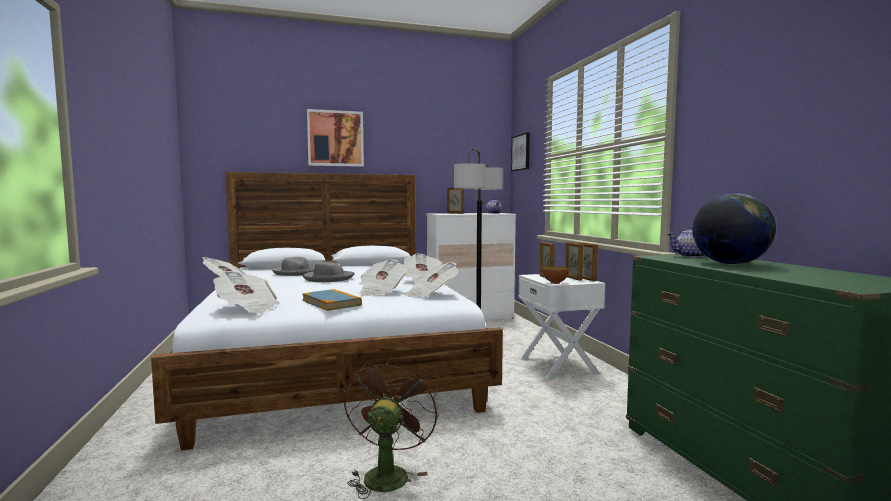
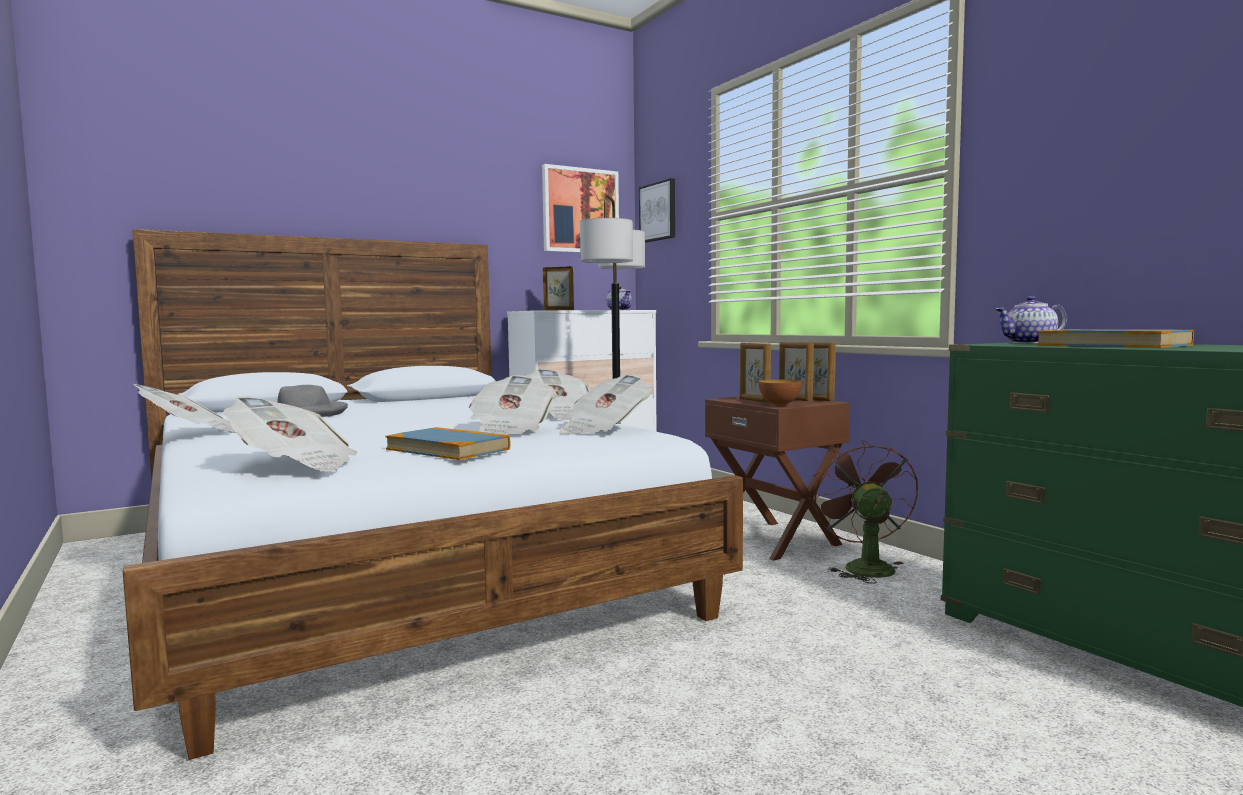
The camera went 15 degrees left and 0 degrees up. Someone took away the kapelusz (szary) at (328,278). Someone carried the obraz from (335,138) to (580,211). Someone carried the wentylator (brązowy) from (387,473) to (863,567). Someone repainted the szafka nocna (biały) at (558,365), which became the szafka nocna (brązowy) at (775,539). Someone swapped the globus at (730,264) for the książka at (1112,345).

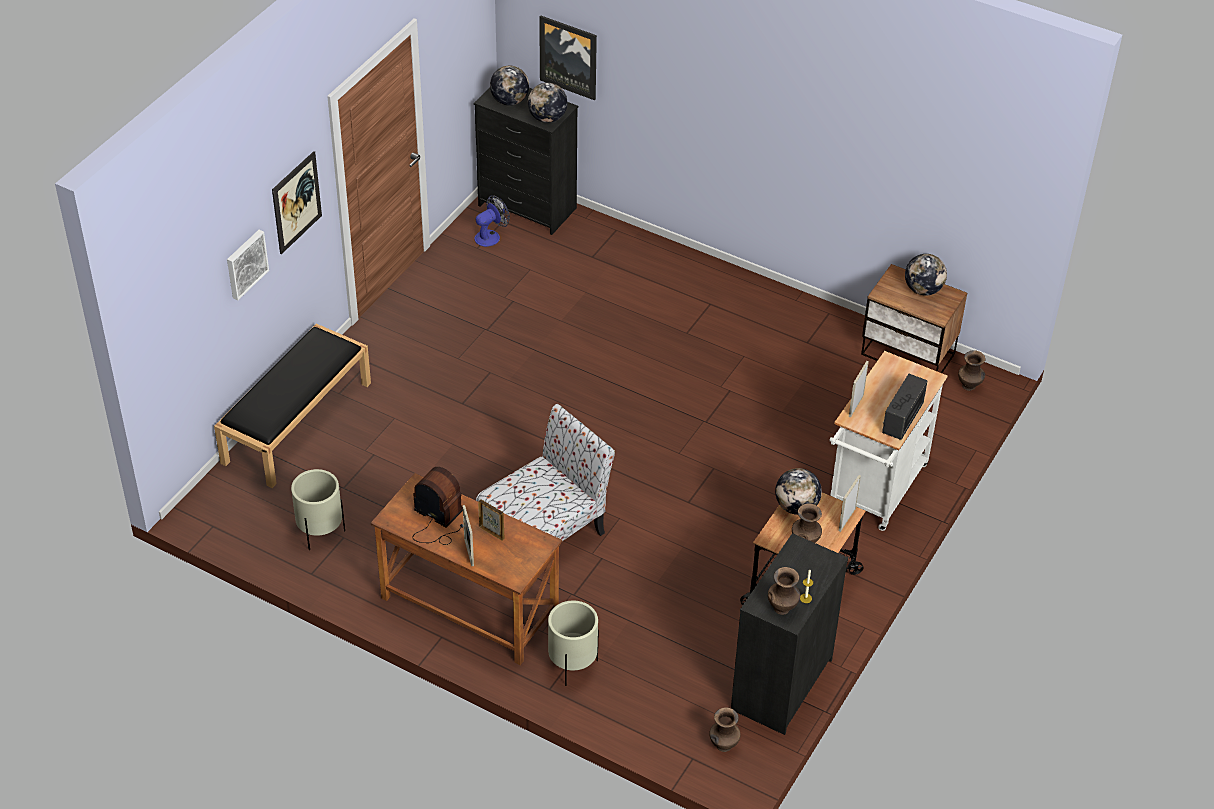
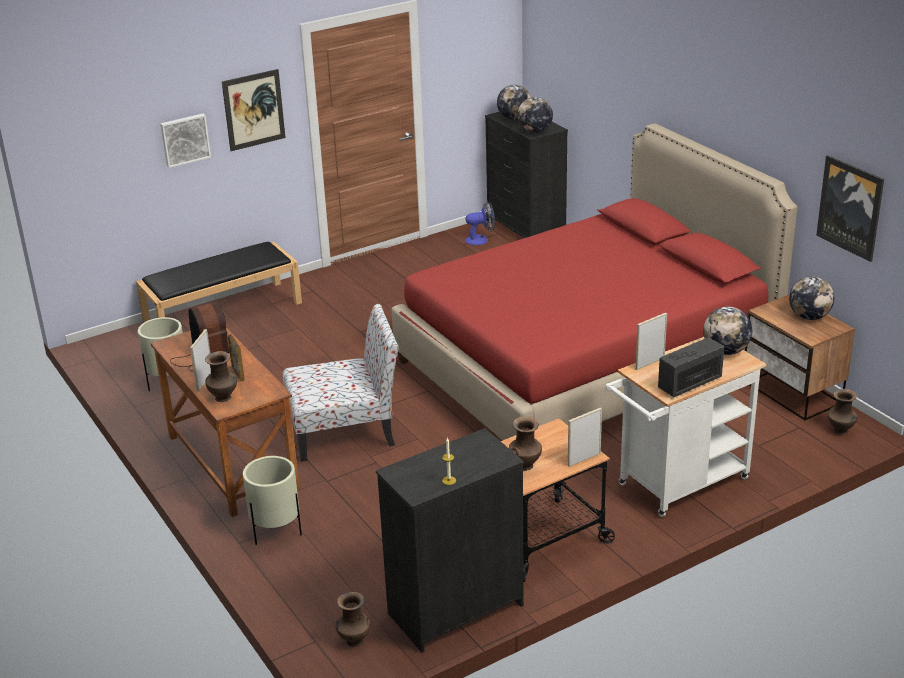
The camera went 30 degrees right and 15 degrees down. Someone carried the obraz from (568,56) to (850,207). Someone carried the wazon (brązowy) from (782,608) to (224,398). Someone carried the globus from (796,506) to (726,351). Someone put down the łóżko (czerwony) at (585,362).

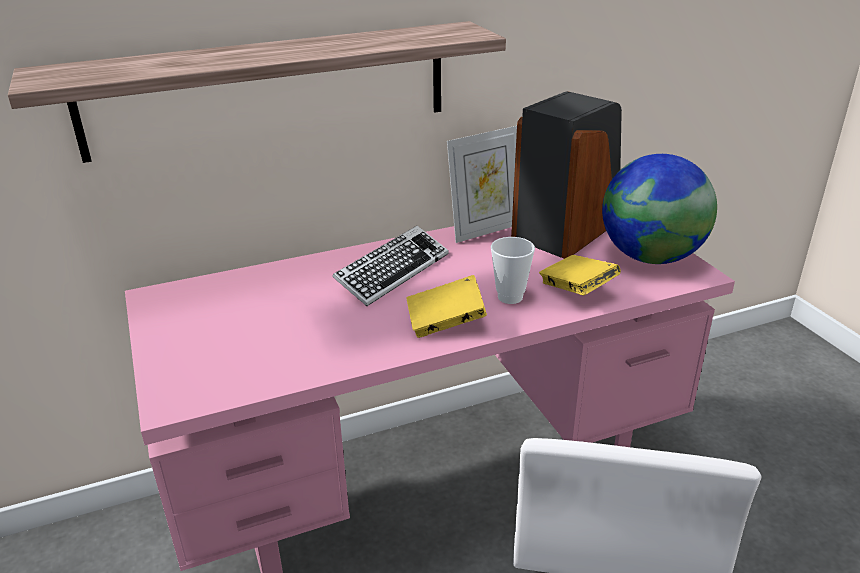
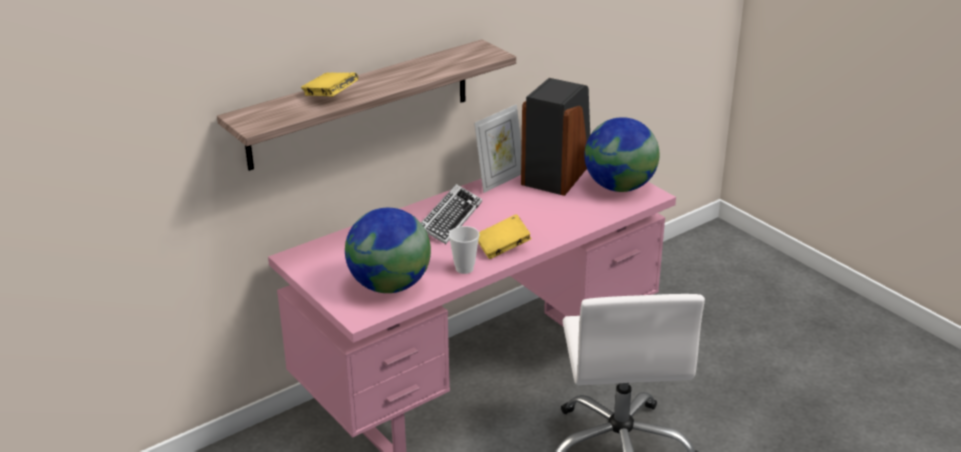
The camera went 15 degrees left and 0 degrees up. Someone carried the filiżanka from (510,297) to (464,268). Someone carried the książka (żółty) from (577,290) to (330,97). Someone put down the globus at (389,285).

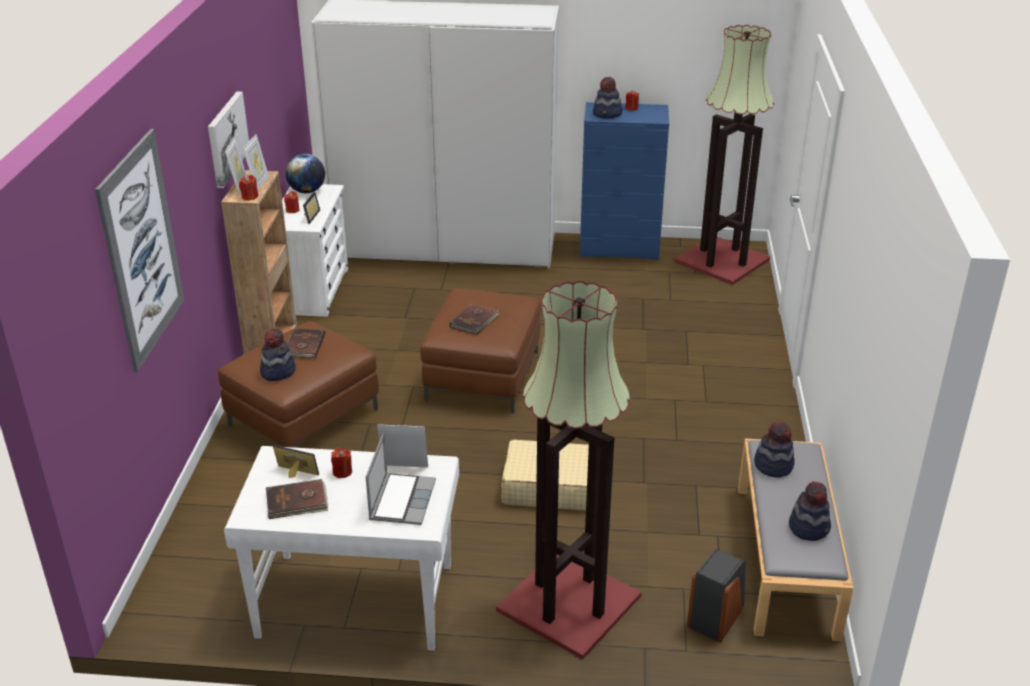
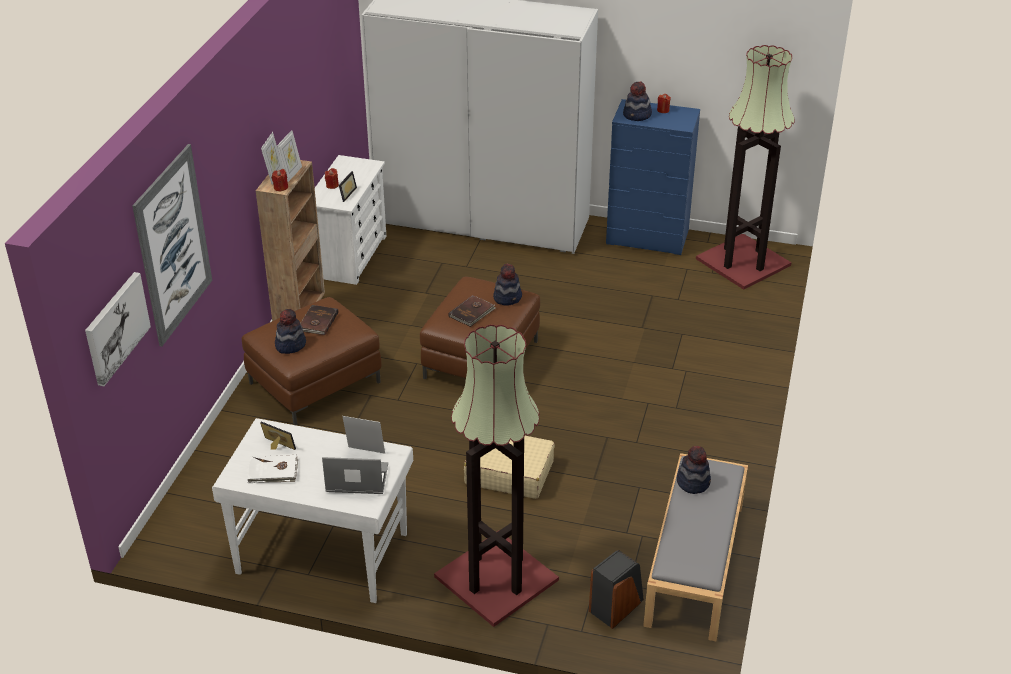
The camera went 10 degrees right and 5 degrees up. Someone carried the obraz from (226,138) to (116,328). Someone repainted the książka (brązowy) at (297,502), which became the książka (biały) at (273,471). Someone took away the globus at (307,191). Someone took away the świeca (czerwony) at (342,472). Someone rotated the laptop at (401,500) by 105 degrees counterclockwise. Someone carried the kapelusz from (809,527) to (508,297).

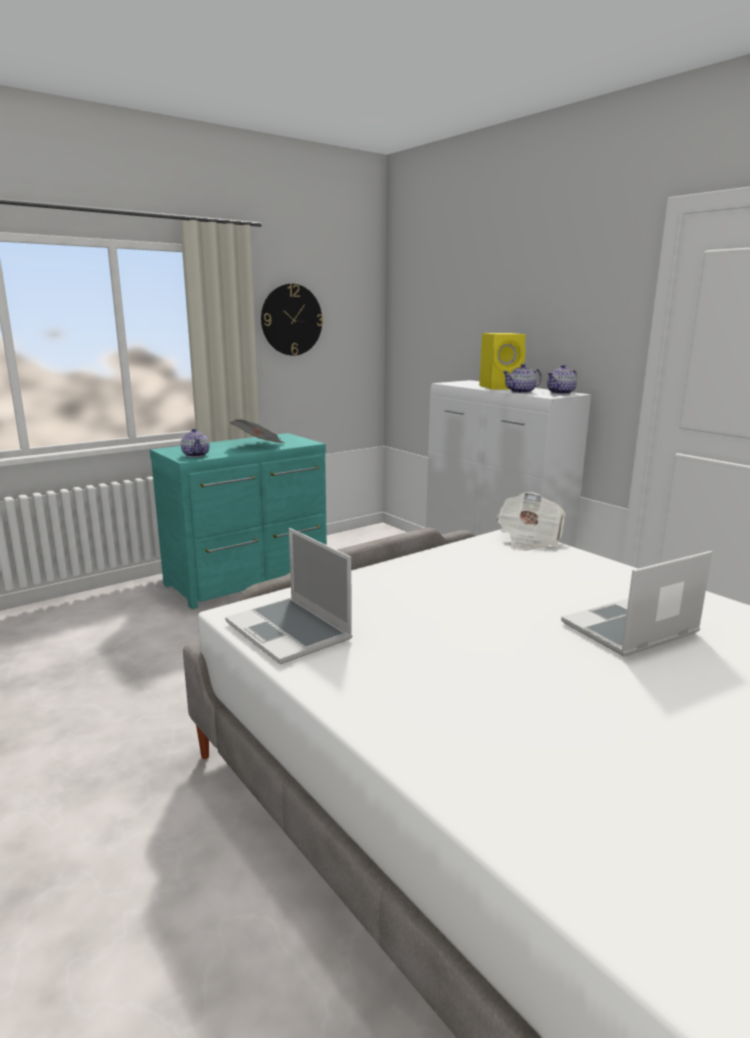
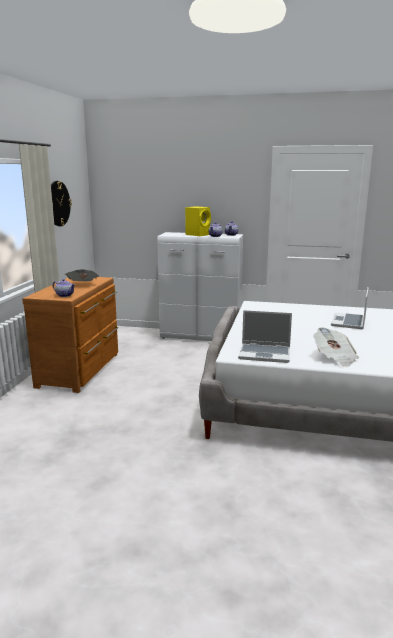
The camera went 40 degrees left and 0 degrees up. Someone repainted the komoda (turkusowy) at (250,579), which became the komoda (brązowy) at (81,370). Someone carried the gazeta from (528,540) to (335,358).

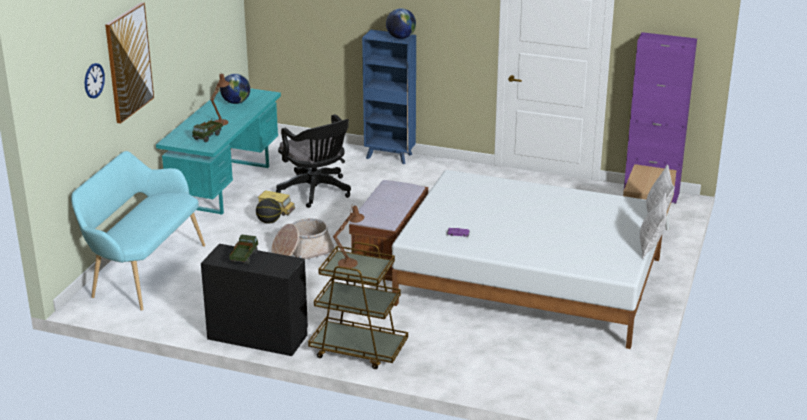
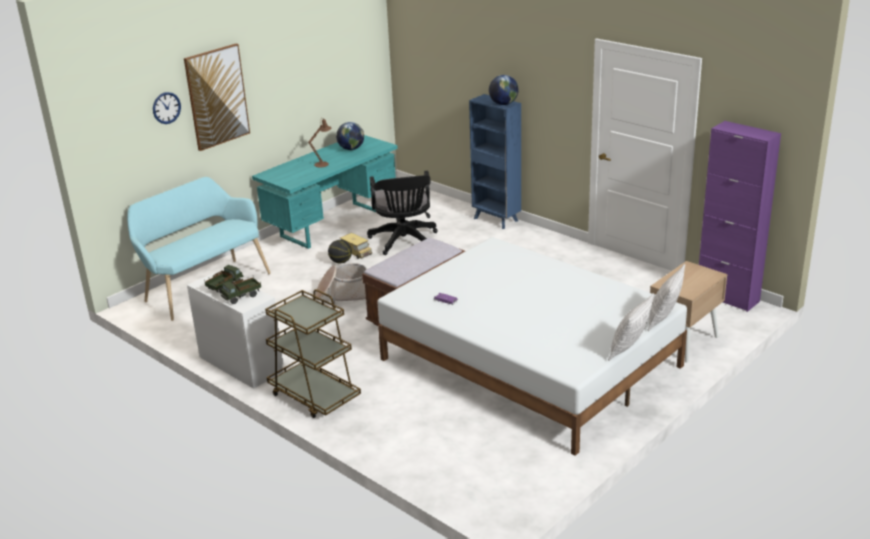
The camera went 25 degrees right and 0 degrees up. Someone carried the ciężarówka zabawkowa from (208,137) to (242,297). Someone repainted the komoda (czarny) at (257,336), which became the komoda (biały) at (241,363). Someone took away the lampa stołowa (brązowy) at (350,262).

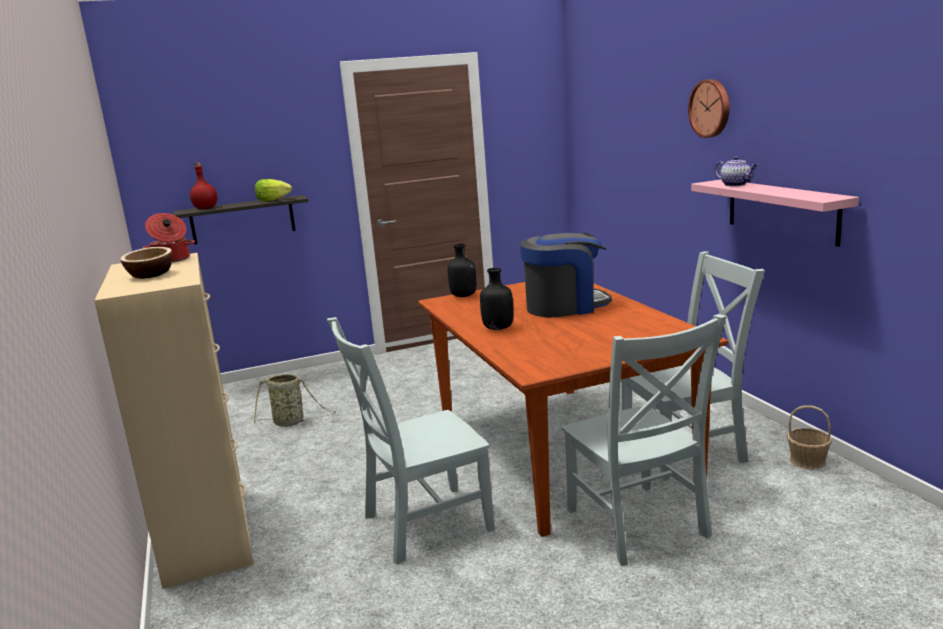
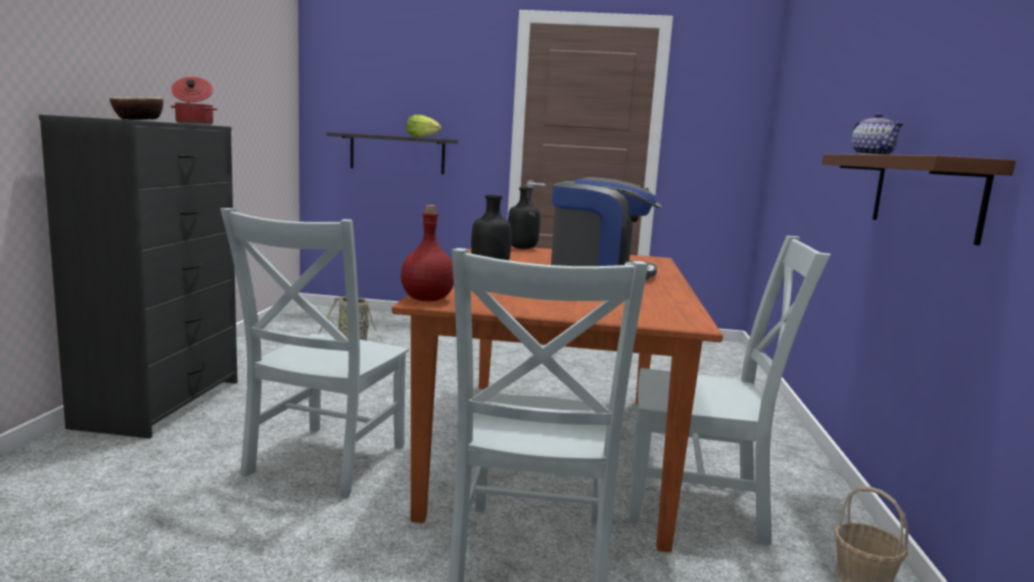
The camera went 25 degrees right and 5 degrees down. Someone repainted the komoda (beżowy) at (207,534), which became the komoda (czarny) at (161,403). Someone carried the butelka (czerwony) from (206,208) to (428,299). Someone rotated the krzesło (szary) at (421,524) by 75 degrees counterclockwise. Someone took away the zegar ścienny at (711,108). Someone repainted the półka (różowy) at (781,210), which became the półka (brązowy) at (925,194).

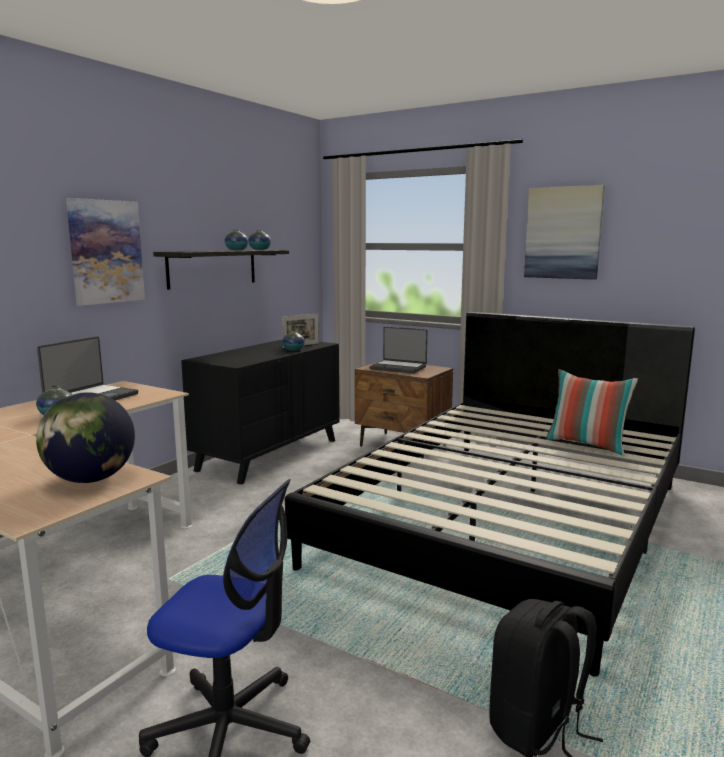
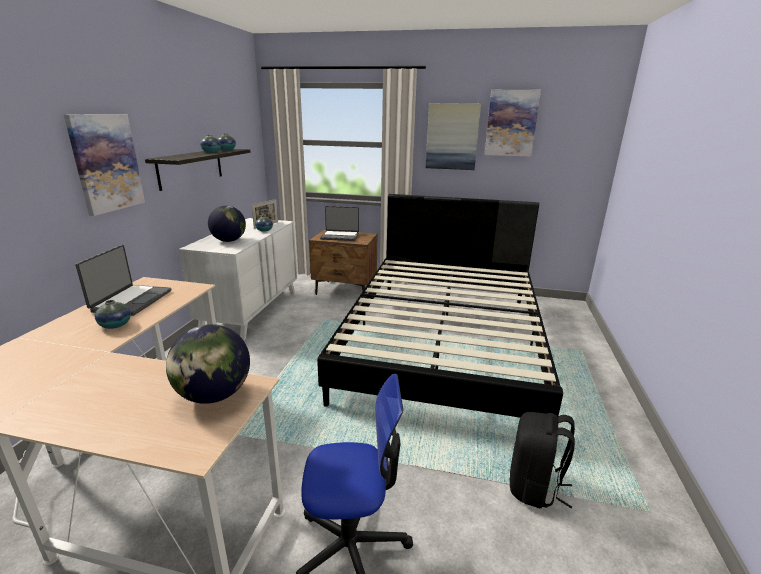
The camera went 20 degrees left and 10 degrees up. Someone repainted the komoda (czarny) at (269,454), which became the komoda (biały) at (251,310). Someone took away the poduszka at (587,445). Someone put down the globus at (229,241). Someone put up the obraz at (511,123).

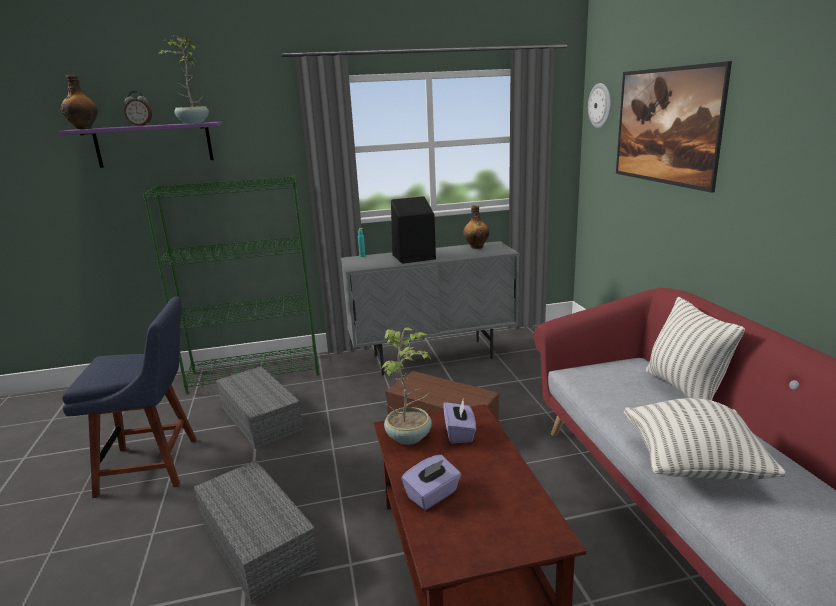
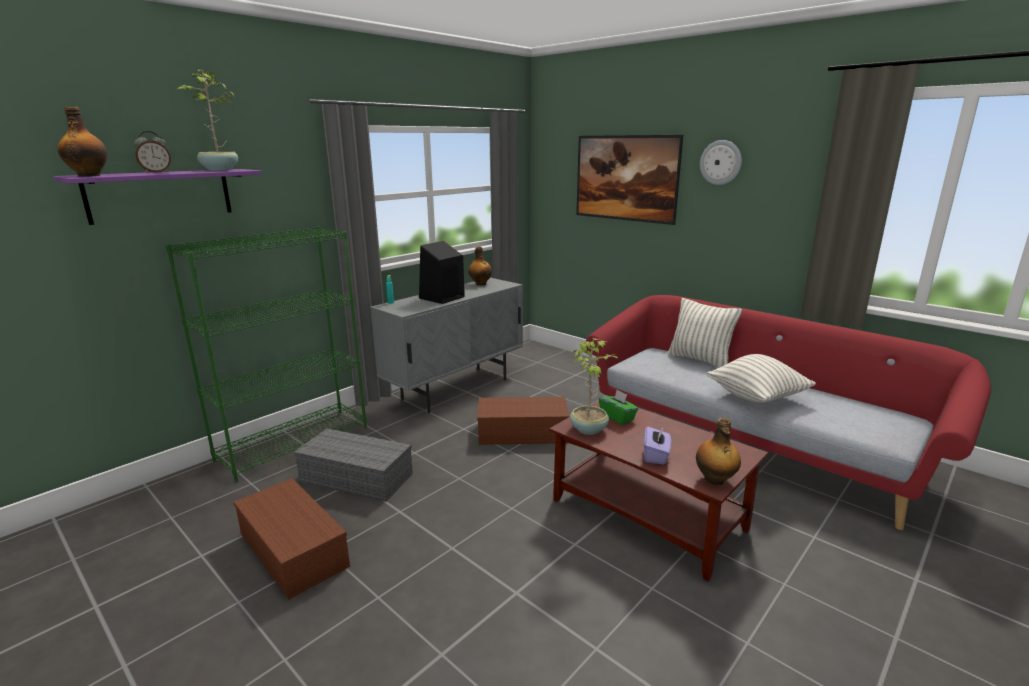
The camera went 35 degrees left and 0 degrees up. Someone swapped the krzesło (niebieski) at (154,465) for the pojemnik do przechowywania (brązowy) at (295,550). Someone took away the pojemnik do przechowywania (szary) at (254,542). Someone repainted the pudełko chusteczek (fioletowy) at (459,433), which became the pudełko chusteczek (zielony) at (617,417). Someone carried the zegar ścienny from (600,105) to (720,162). Someone put down the butelka at (714,480).

